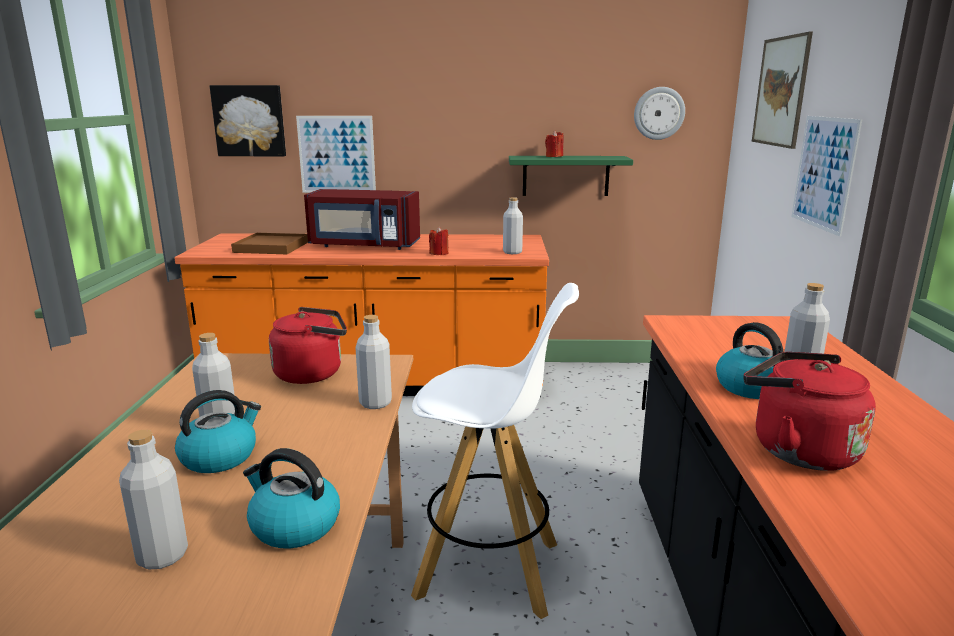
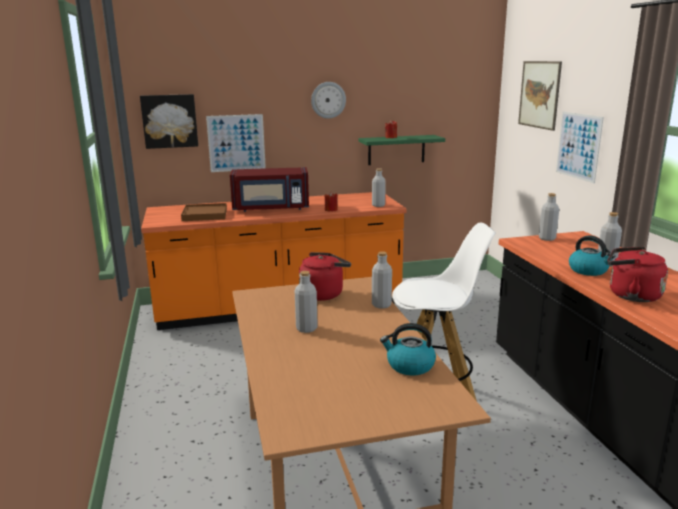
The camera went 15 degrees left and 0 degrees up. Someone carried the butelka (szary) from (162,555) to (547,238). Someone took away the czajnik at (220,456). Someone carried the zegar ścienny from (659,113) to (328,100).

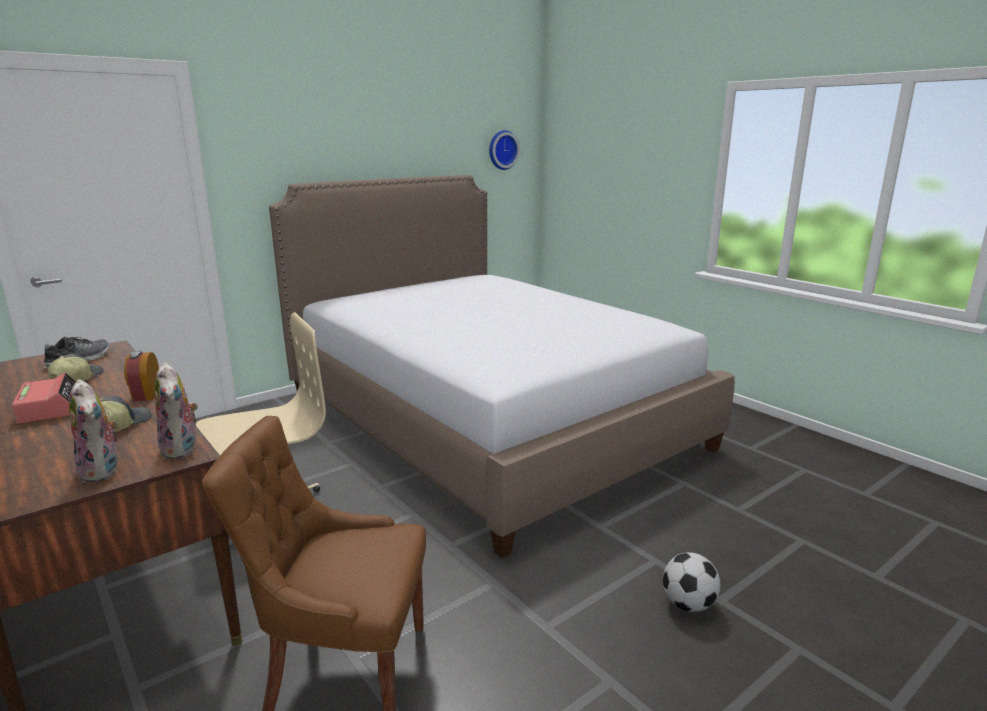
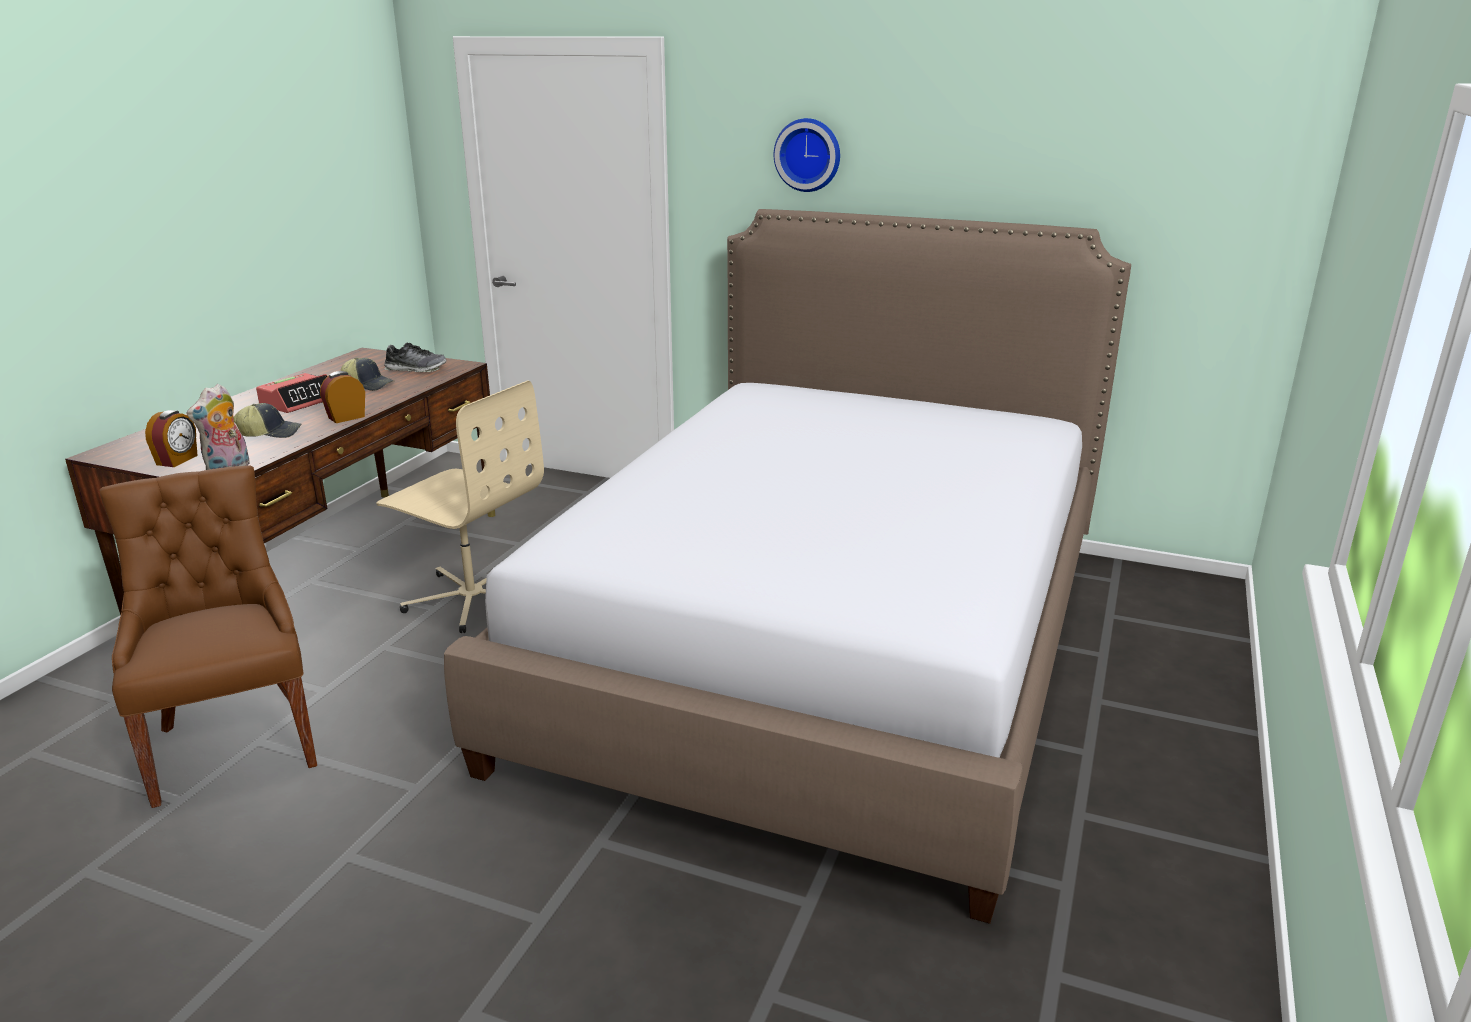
The camera went 60 degrees right and 5 degrees up. Someone rotated the czapka z daszkiem at (76,379) by 45 degrees clockwise. Someone swapped the pluszak at (103,471) for the budzik at (178,460). Someone carried the zegar ścienny from (502,150) to (808,154). Someone took away the piłka futbolowa at (688,605).

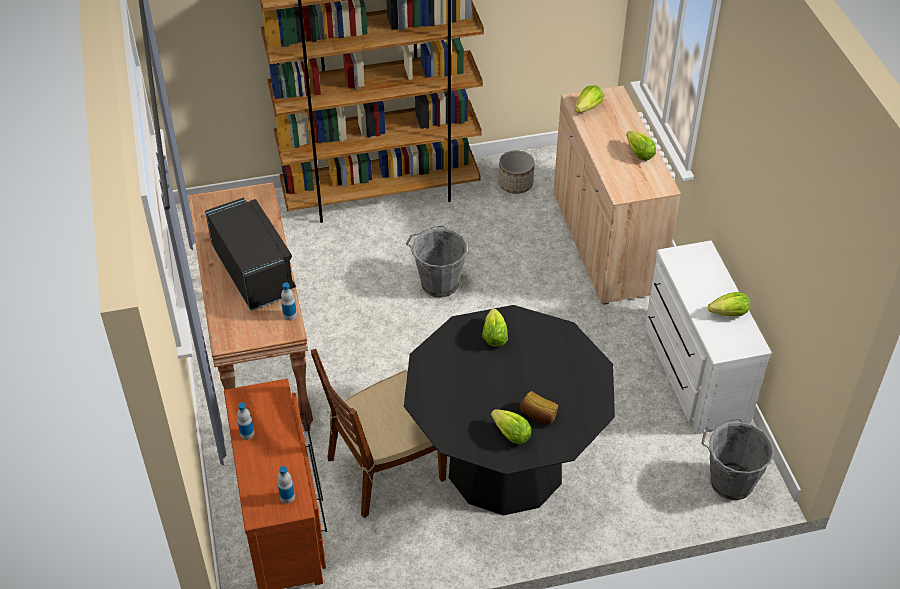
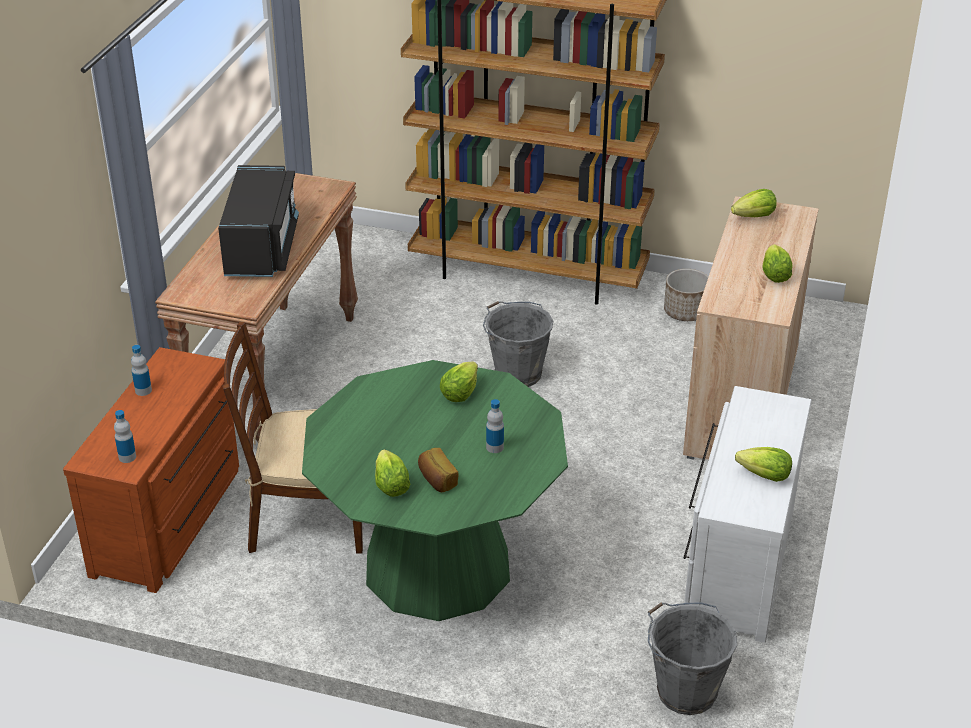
The camera went 30 degrees right and 10 degrees down. Someone carried the butelka from (290,315) to (495,447). Someone repainted the stół jadalny (czarny) at (505,465), which became the stół jadalny (zielony) at (438,566).

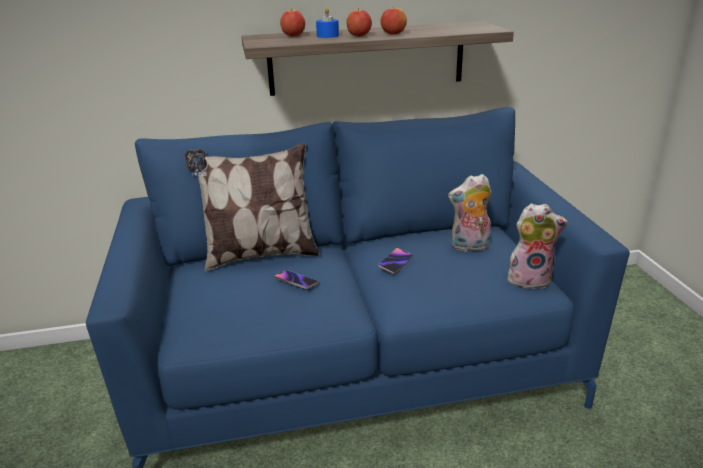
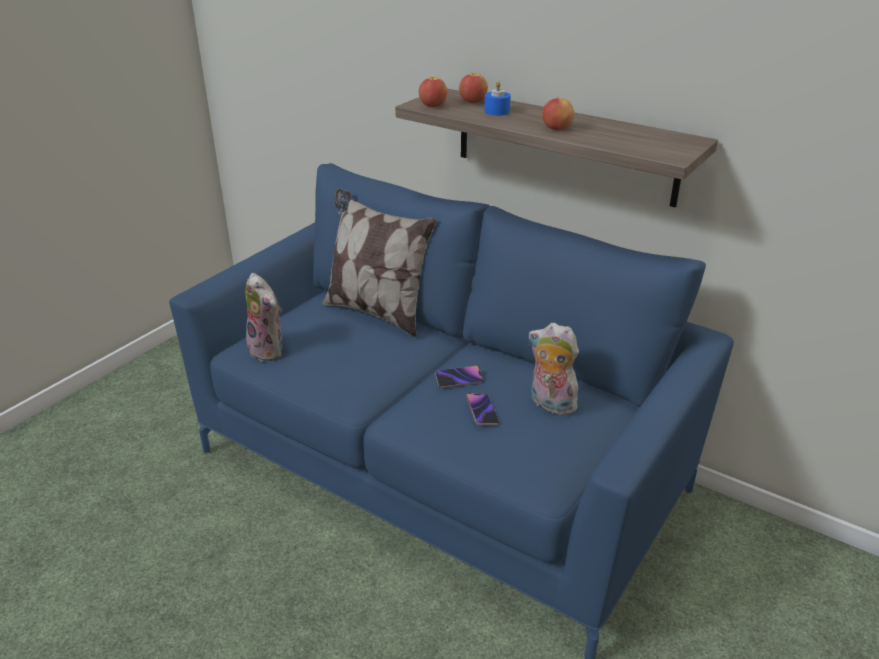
The camera went 45 degrees right and 5 degrees up. Someone carried the telefon from (296,282) to (482,411). Someone carried the jabłko from (359,36) to (433,106). Someone carried the pluszak from (530,279) to (269,350).

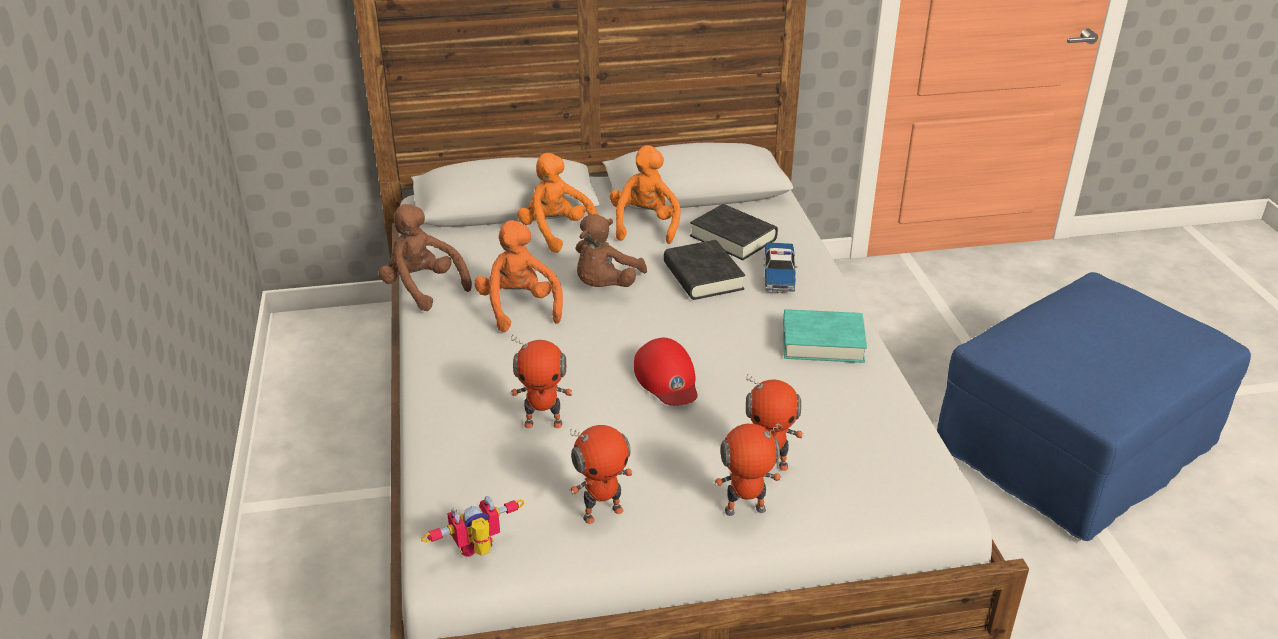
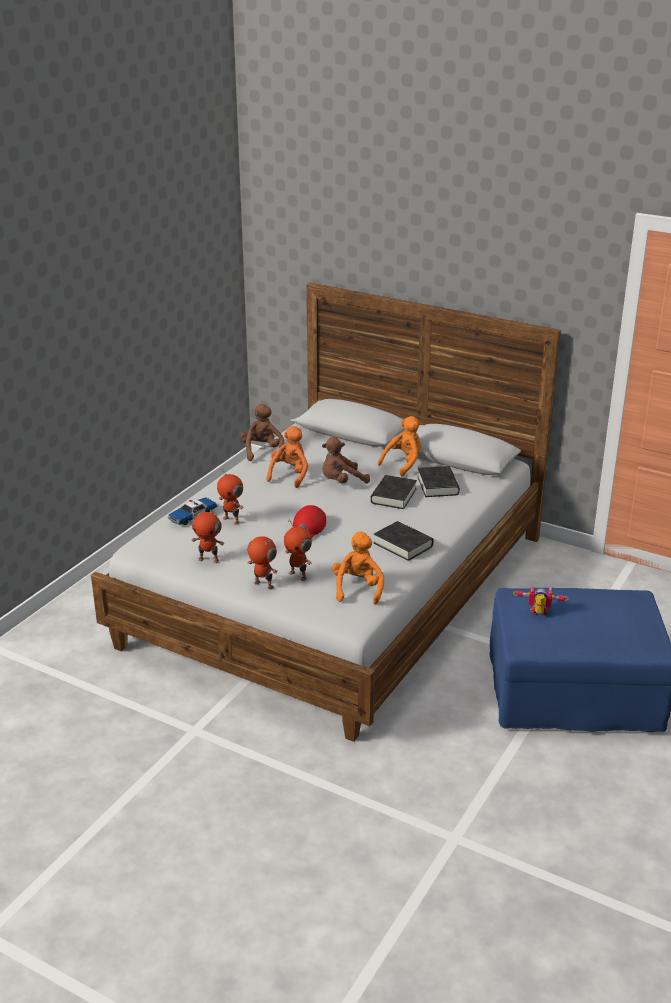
The camera went 40 degrees right and 5 degrees down. Someone carried the robot zabawkowy from (479,552) to (538,613). Someone carried the pluszak (pomarańczowy) from (556,233) to (358,589). Someone carried the samochodzik from (779,274) to (193,516). Someone repainted the książka (turkusowy) at (822,342), which became the książka (czarny) at (403,545).

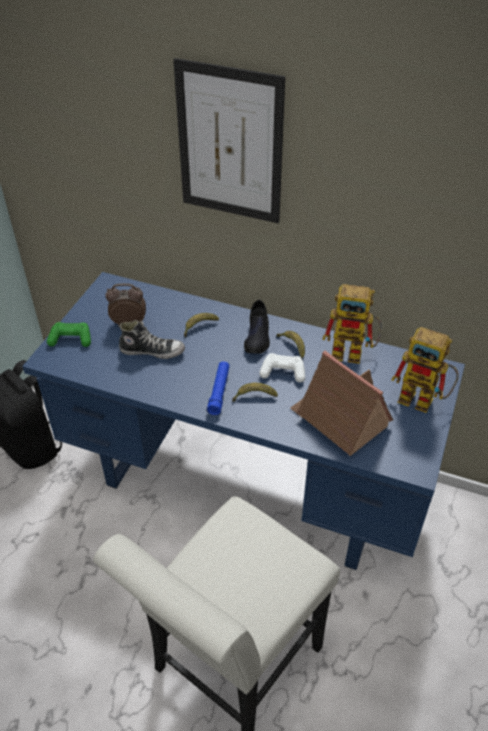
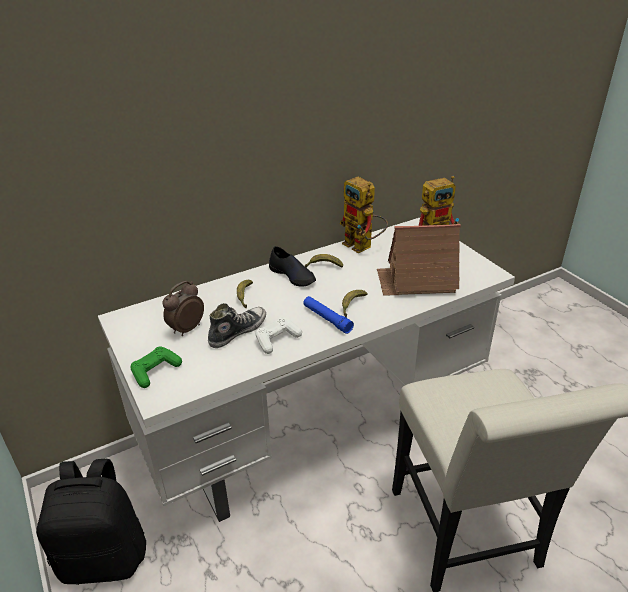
The camera went 50 degrees left and 10 degrees down. Someone repainted the biurko (niebieski) at (245,485), which became the biurko (biały) at (316,429). Someone took away the obraz at (230,144). Someone carried the pad do gier (biały) from (283,372) to (277,340). Someone rotated the robot zabawkowy at (354,353) by 90 degrees clockwise.

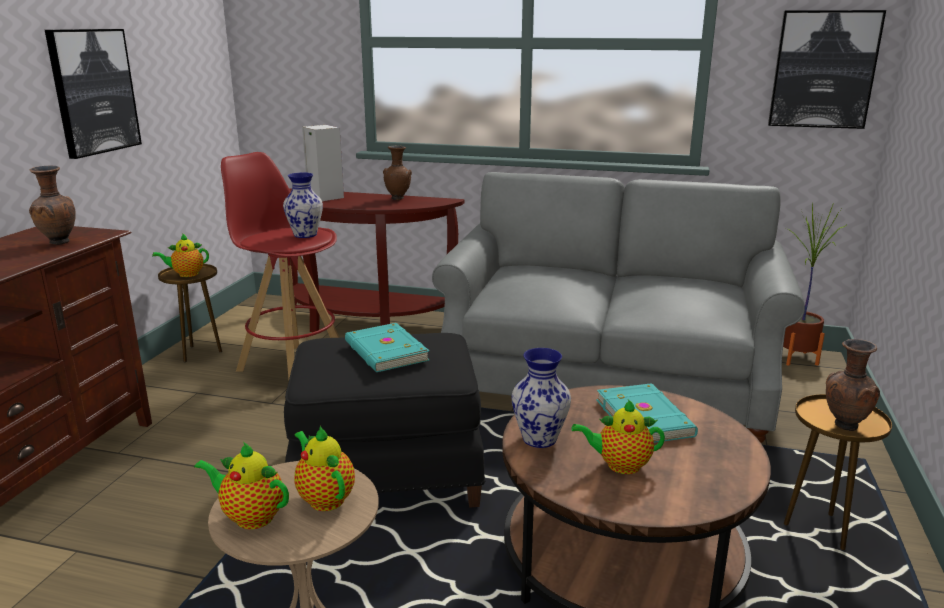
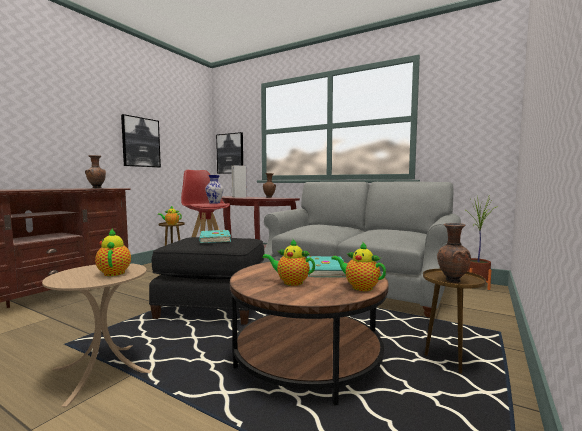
The camera went 15 degrees right and 15 degrees down. Someone carried the imbryk from (250,516) to (359,287). Someone took away the wazon at (540,439). Someone carried the obraz from (823,69) to (230,153).

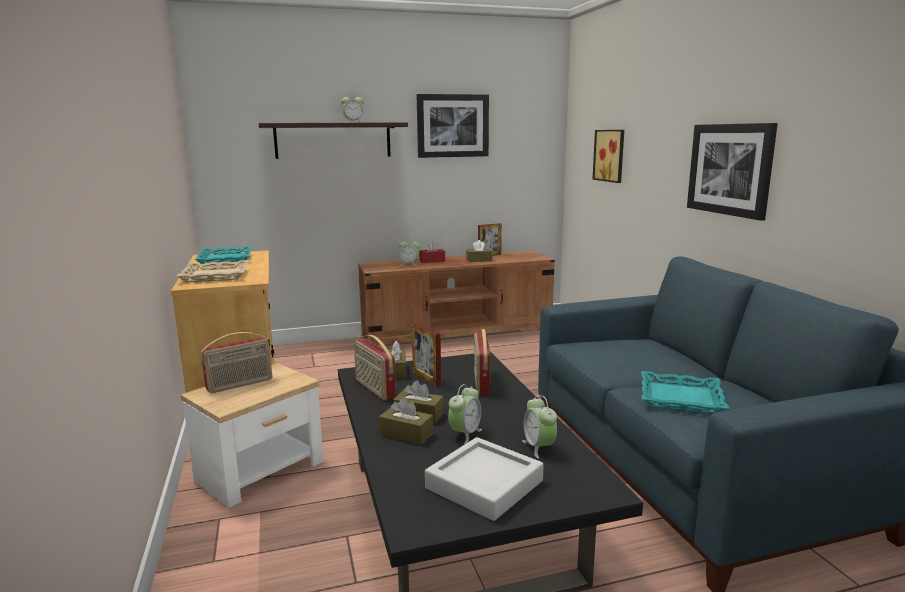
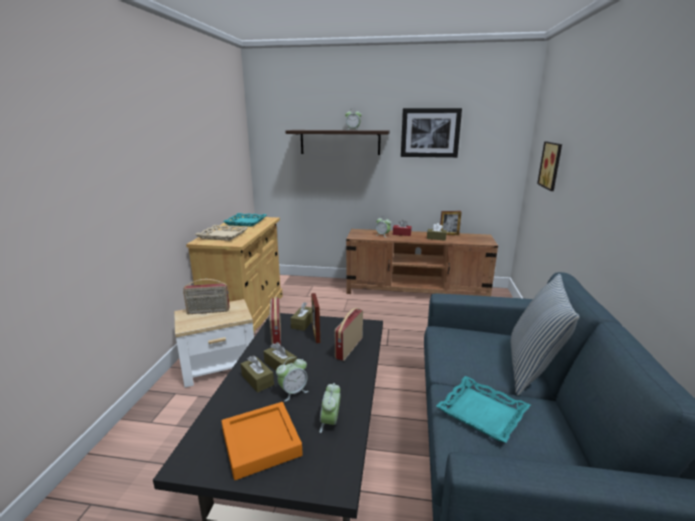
The camera went 25 degrees right and 5 degrees up. Someone repainted the taca (szary) at (484,484), which became the taca (pomarańczowy) at (261,443). Someone took away the obraz at (730,169). Someone put down the poduszka at (532,369).

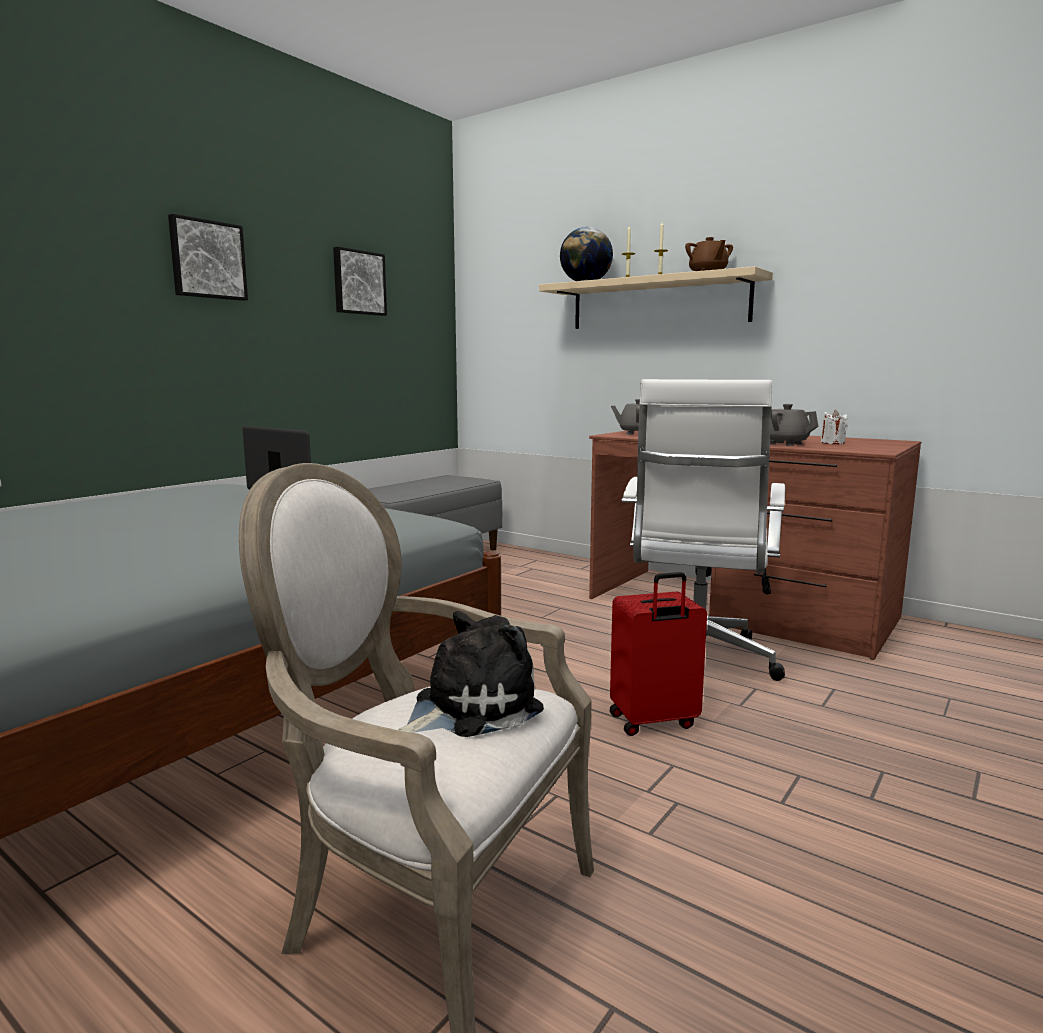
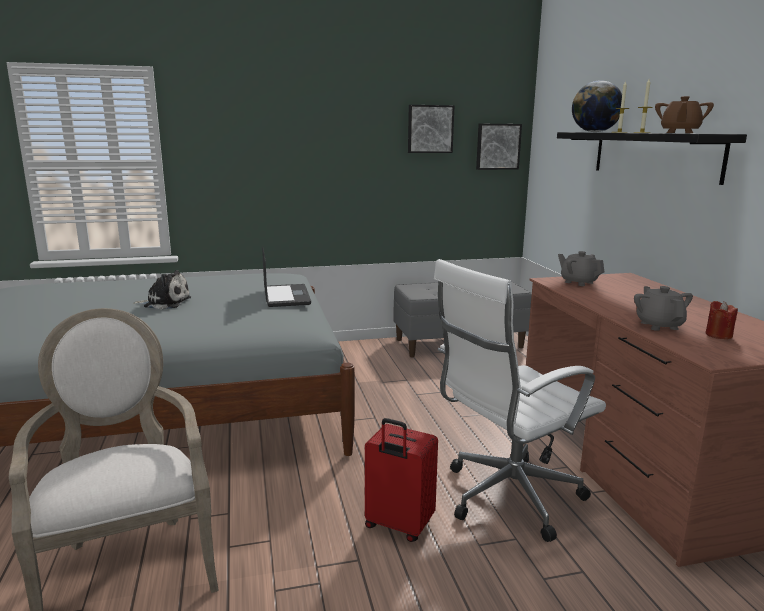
The camera went 40 degrees right and 5 degrees up. Someone carried the obraz from (207,259) to (497,146). Someone carried the pluszak from (470,708) to (165,303). Someone repainted the półka (beżowy) at (658,303), which became the półka (czarny) at (653,155). Someone repainted the świeca (biały) at (832,443), which became the świeca (czerwony) at (718,335).

